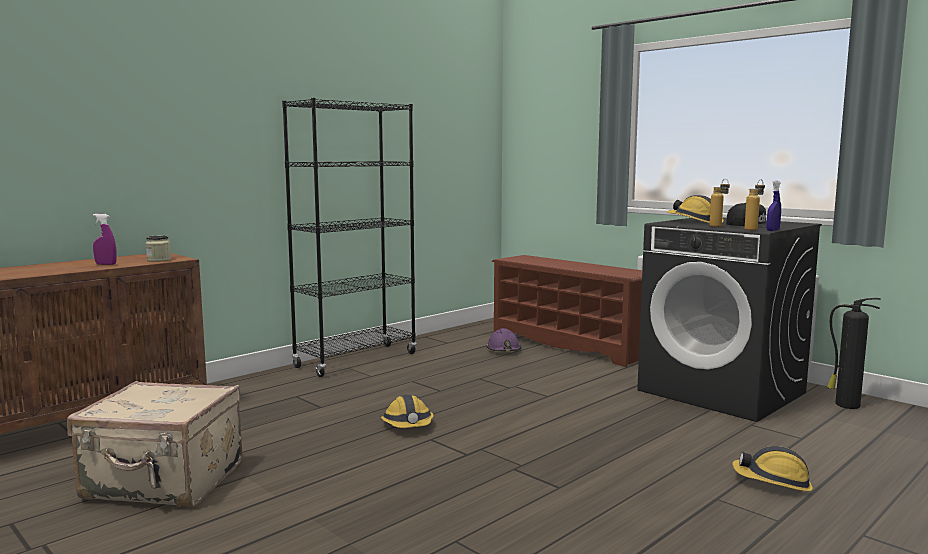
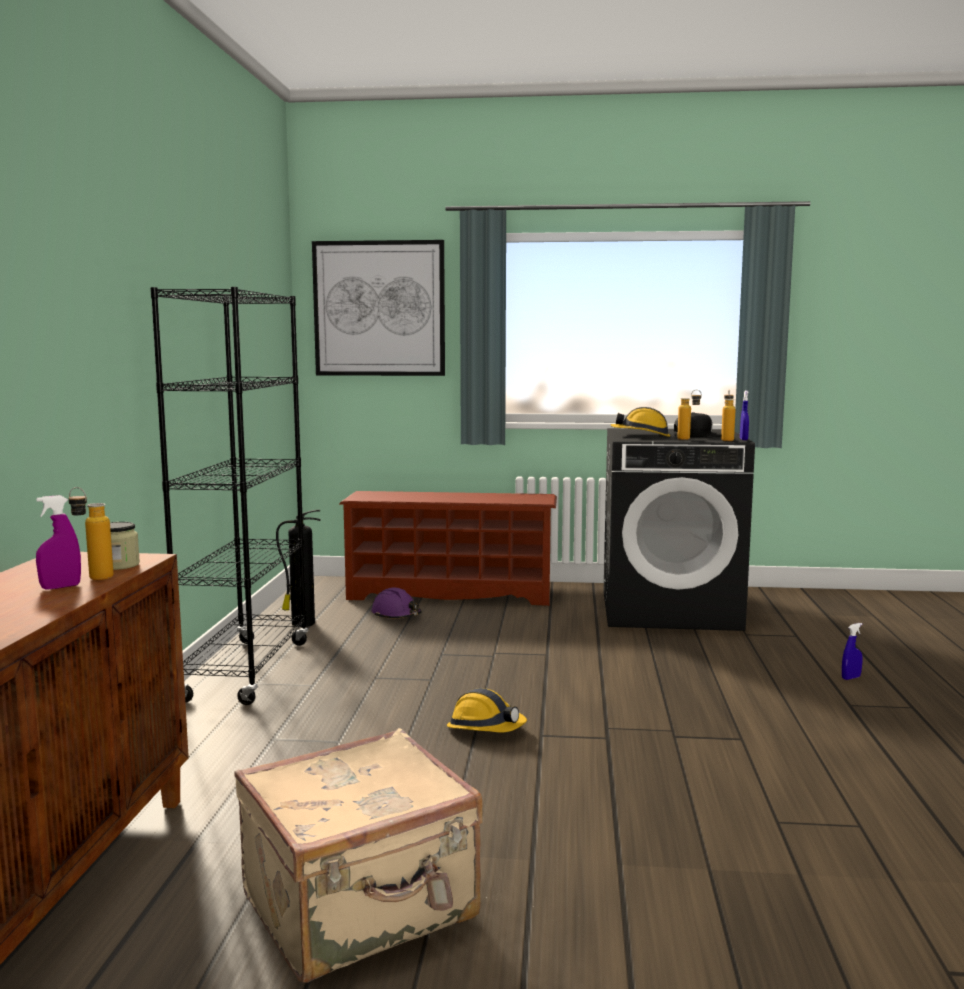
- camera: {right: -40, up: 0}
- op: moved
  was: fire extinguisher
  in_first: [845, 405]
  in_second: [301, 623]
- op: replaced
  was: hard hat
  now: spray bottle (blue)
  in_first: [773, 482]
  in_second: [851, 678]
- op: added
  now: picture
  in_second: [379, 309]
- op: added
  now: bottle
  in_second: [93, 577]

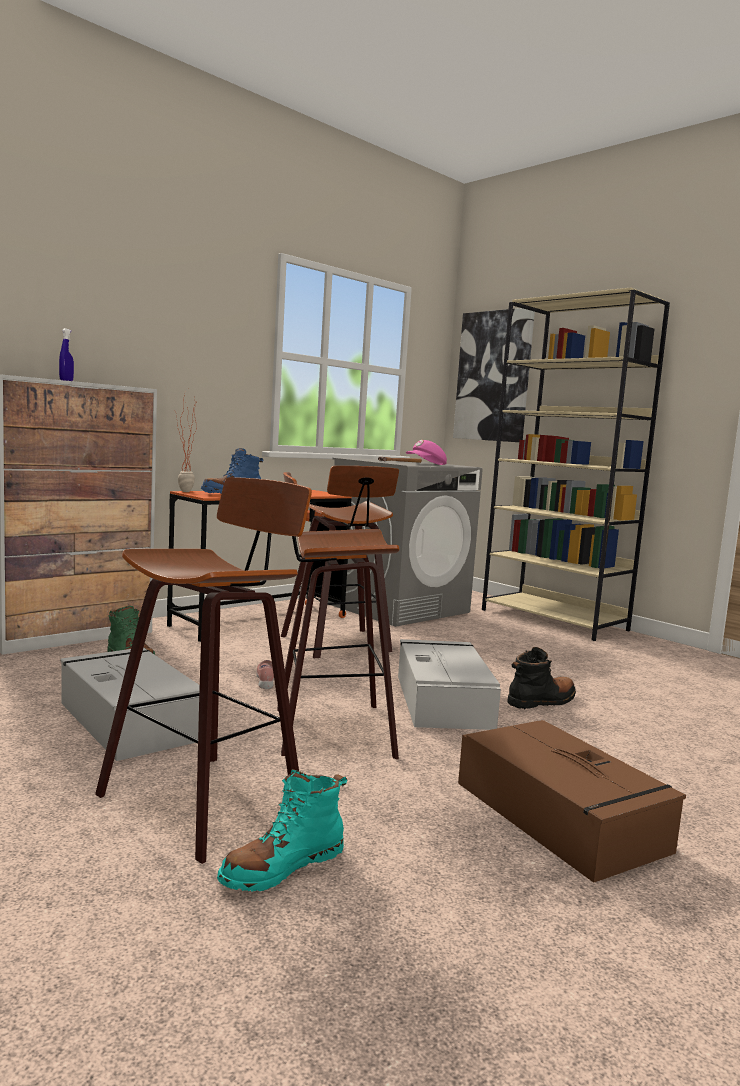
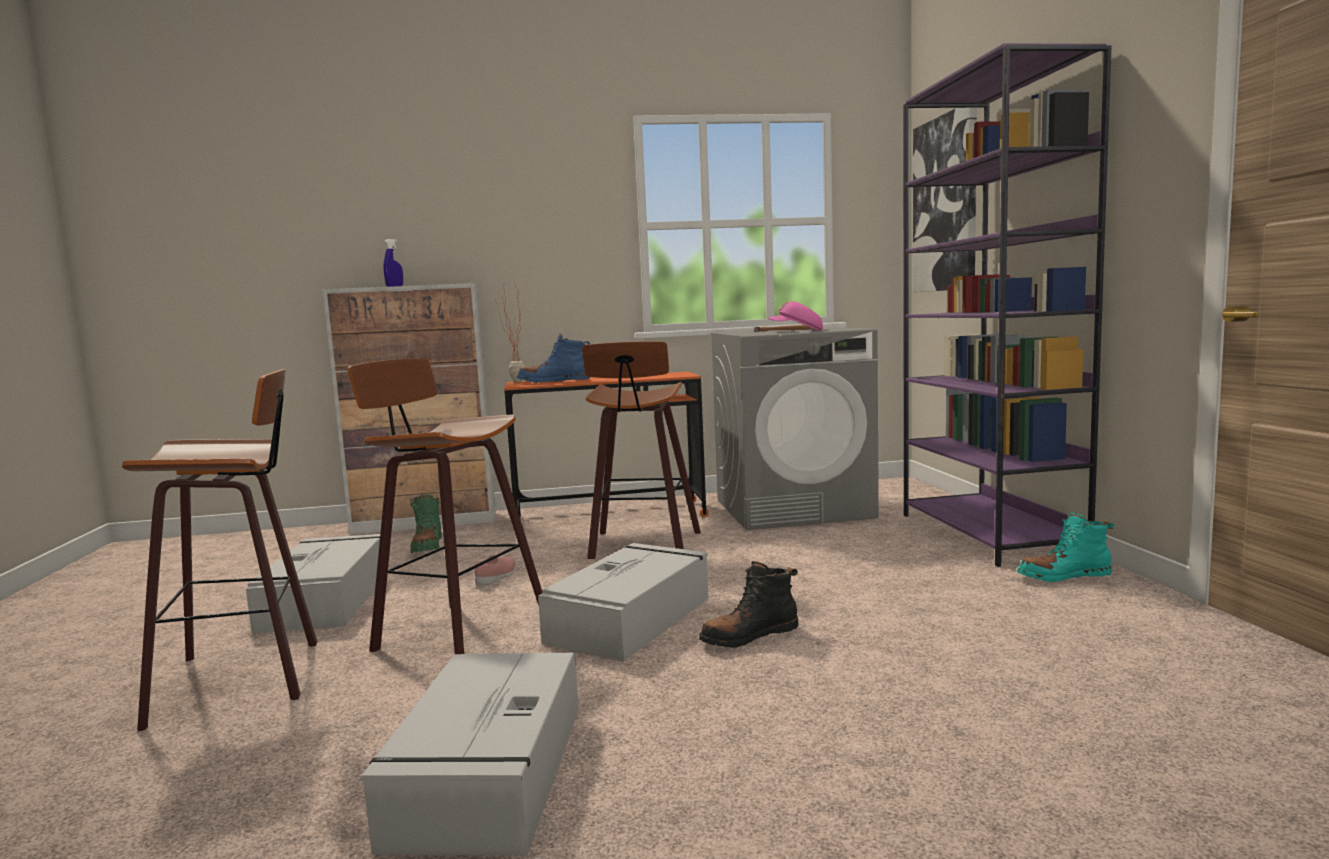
- camera: {right: 35, up: 0}
- op: recoloured
  was: bookcase (beige)
  now: bookcase (purple)
  in_first: [554, 620]
  in_second: [990, 534]
- op: turned
  was: boot (black)
  in_first: [542, 701]
  in_second: [749, 636]
  clockwise: 150
- op: recoloured
  was: storage box (brown)
  now: storage box (grey)
  in_first: [561, 817]
  in_second: [488, 774]
- op: moved
  was: boot (turquoise)
  in_first: [282, 867]
  in_second: [1063, 576]

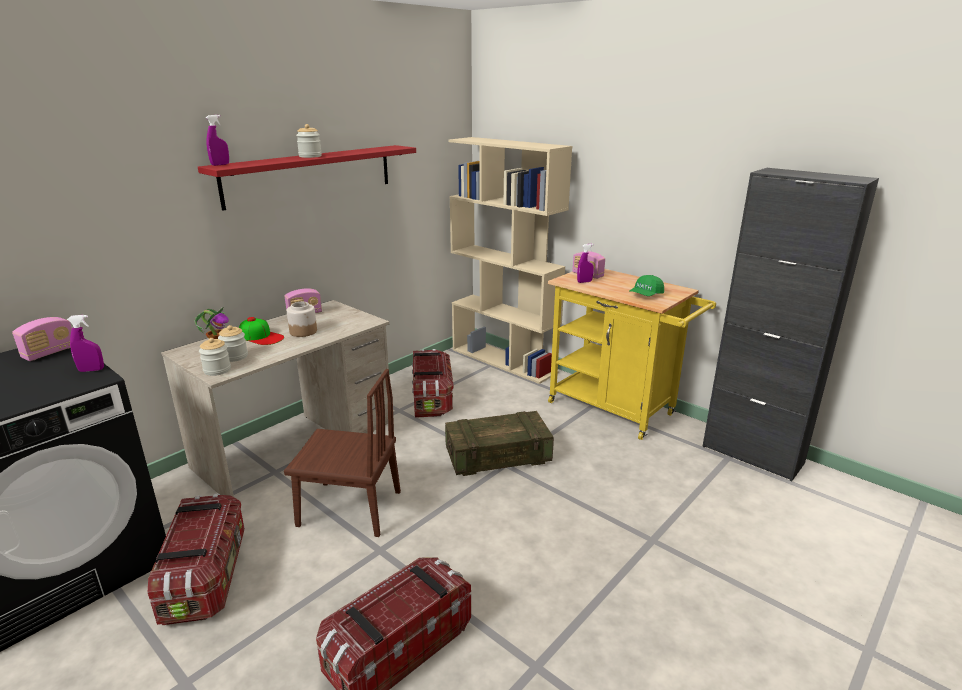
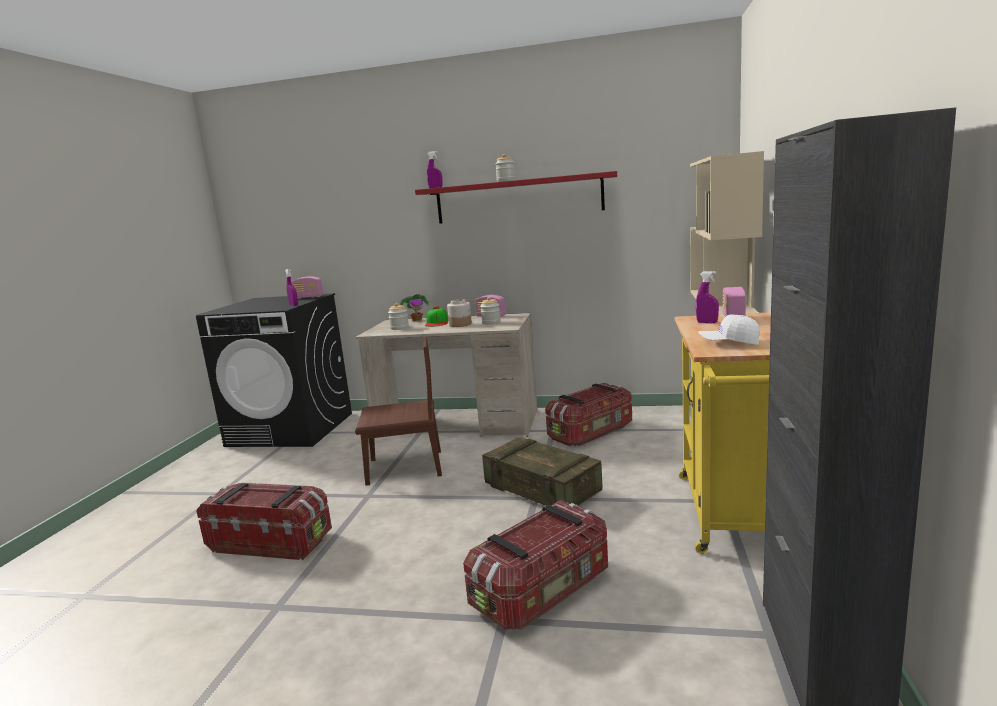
- camera: {right: 60, up: -10}
- op: recoloured
  was: cap (green)
  now: cap (white)
  in_first: [645, 295]
  in_second: [729, 343]
- op: moved
  was: jar
  in_first: [217, 370]
  in_second: [491, 322]
- op: turned
  was: chair (brown)
  in_first: [349, 508]
  in_second: [404, 467]
  clockwise: -75
- op: moved
  was: storage box
  in_first: [206, 576]
  in_second: [544, 591]

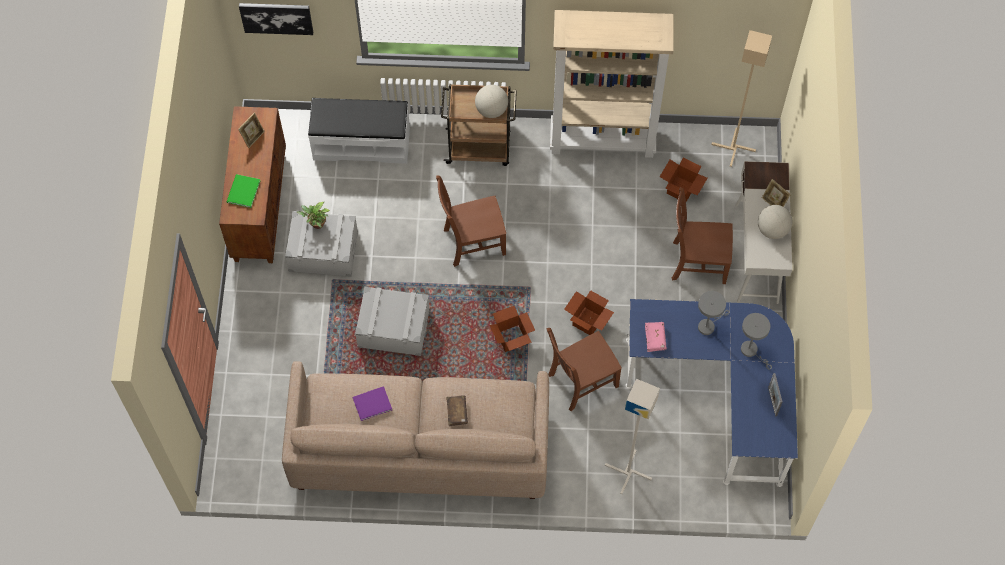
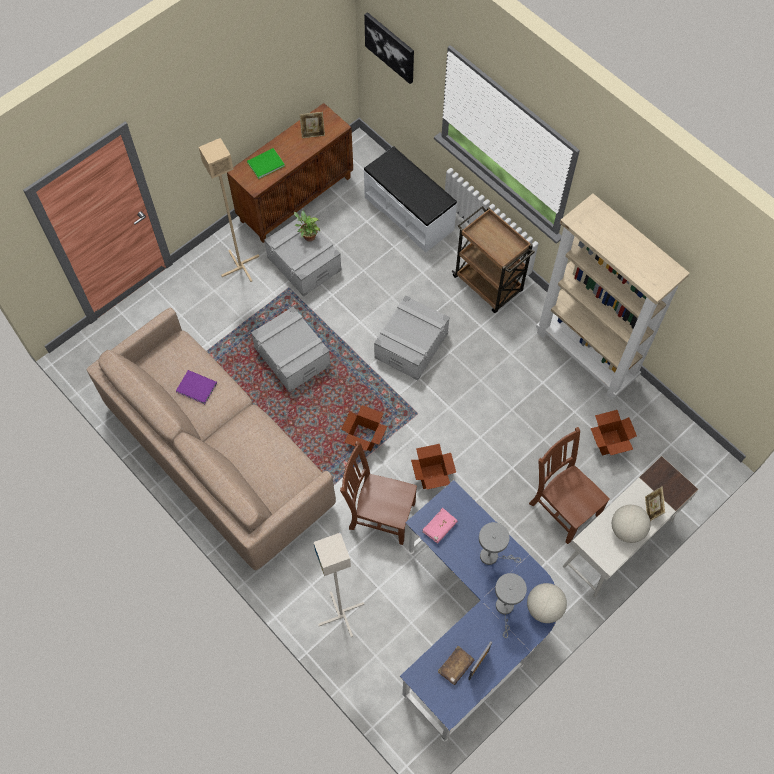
- camera: {right: 45, up: 0}
- op: moved
  was: floor lamp (beige)
  in_first: [733, 148]
  in_second: [240, 266]
- op: moved
  was: globe
  in_first: [491, 109]
  in_second: [544, 608]
- op: replaced
  was: chair (brown)
  now: storage box (grey)
  in_first: [472, 242]
  in_second: [411, 345]
- op: moved
  was: book (brown)
  in_first: [457, 412]
  in_second: [455, 666]

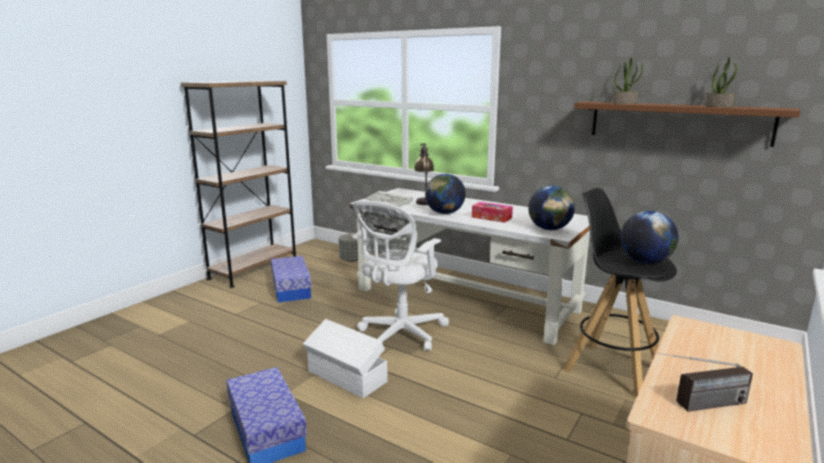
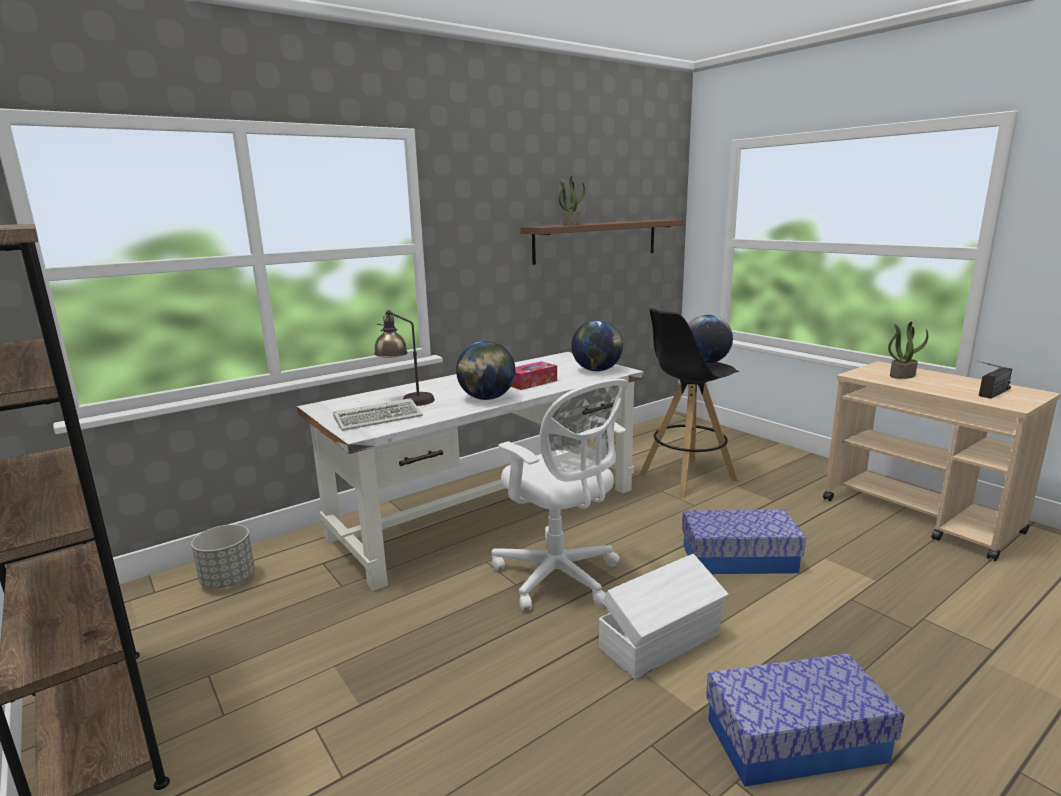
- camera: {right: -70, up: 0}
- op: moved
  was: potted plant
  in_first: [718, 106]
  in_second: [902, 375]
- op: moved
  was: storage box
  in_first: [291, 288]
  in_second: [738, 558]
- op: turned
  was: radio
  in_first: [696, 406]
  in_second: [990, 395]
  clockwise: 45

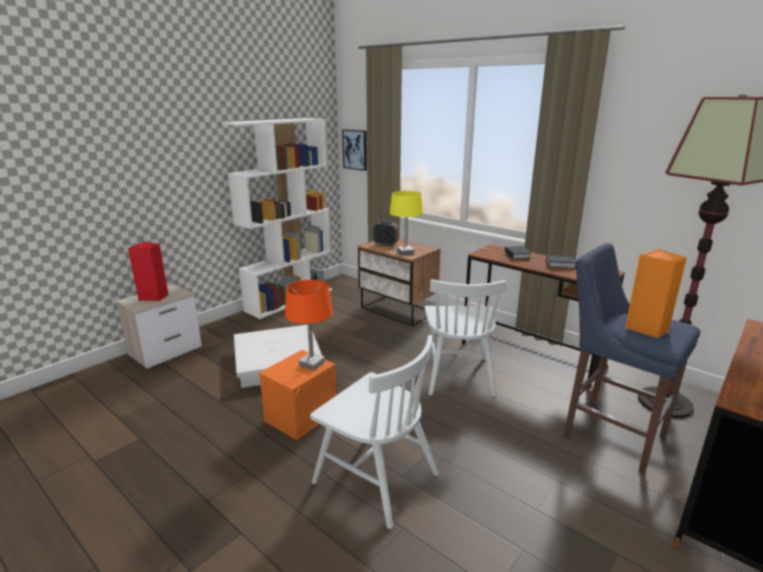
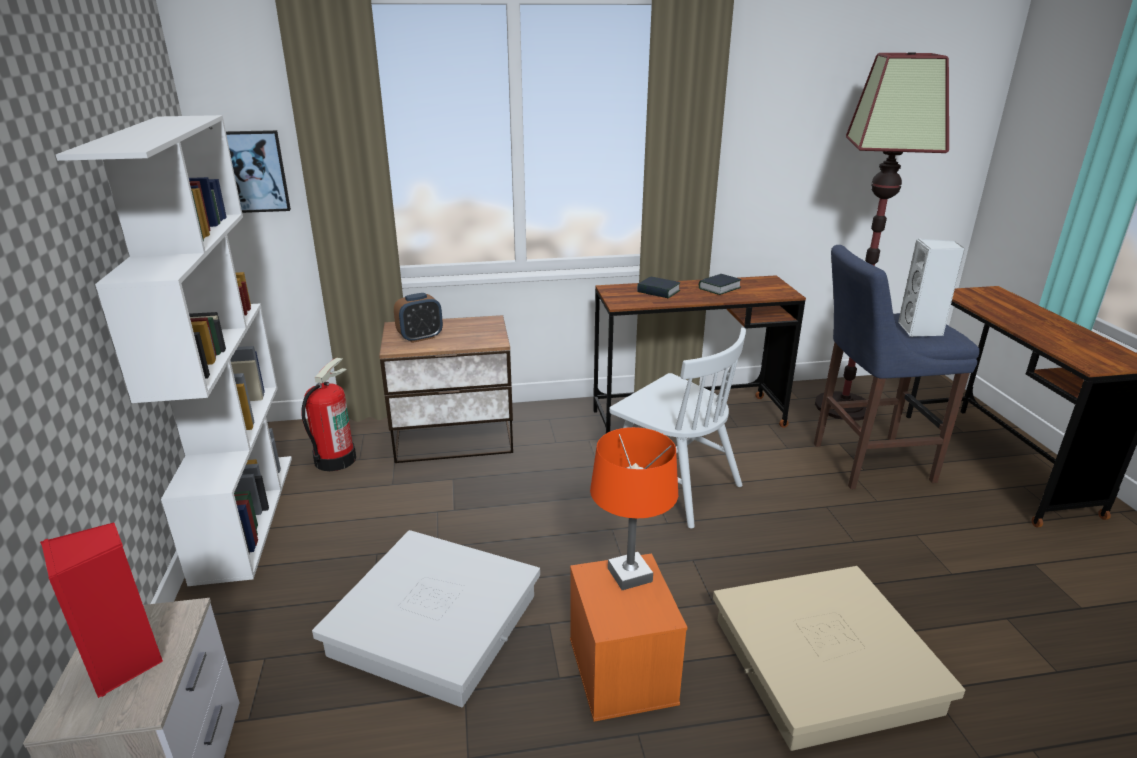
- camera: {right: -50, up: 5}
- op: removed
  was: table lamp (yellow)
  in_first: [405, 252]
- op: recoloured
  was: speaker (orange)
  now: speaker (white)
  in_first: [647, 329]
  in_second: [920, 330]
- op: replaced
  was: chair (white)
  now: storage box (beige)
  in_first: [375, 477]
  in_second: [824, 665]
- op: added
  now: fire extinguisher
  in_second: [335, 459]

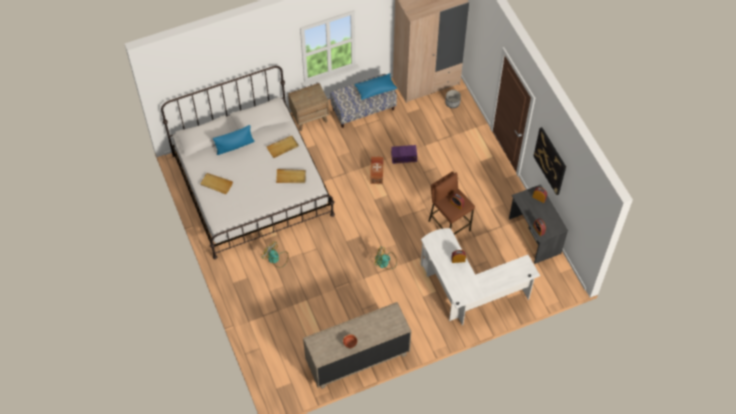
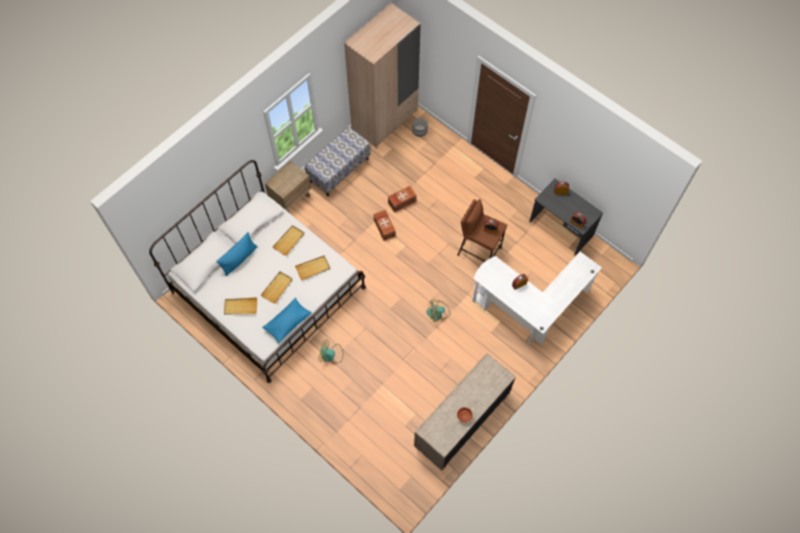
- camera: {right: -25, up: 5}
- op: moved
  was: pillow (blue)
  in_first: [375, 89]
  in_second: [287, 322]
- op: removed
  was: picture
  in_first: [550, 160]
- op: recoloured
  was: storage box (purple)
  now: storage box (brown)
  in_first: [403, 157]
  in_second: [401, 202]
- op: added
  now: tray (beige)
  in_second: [277, 288]

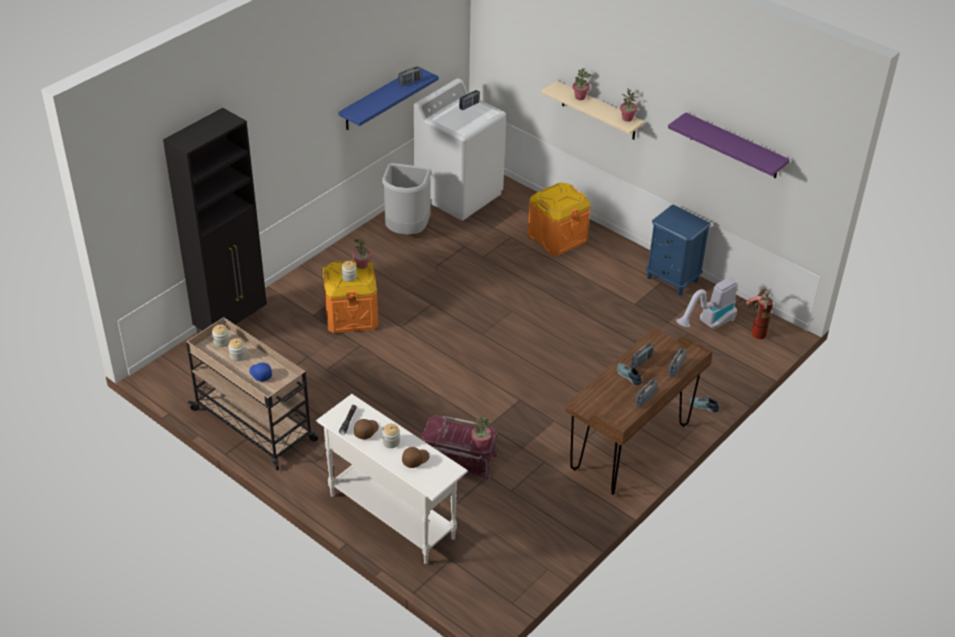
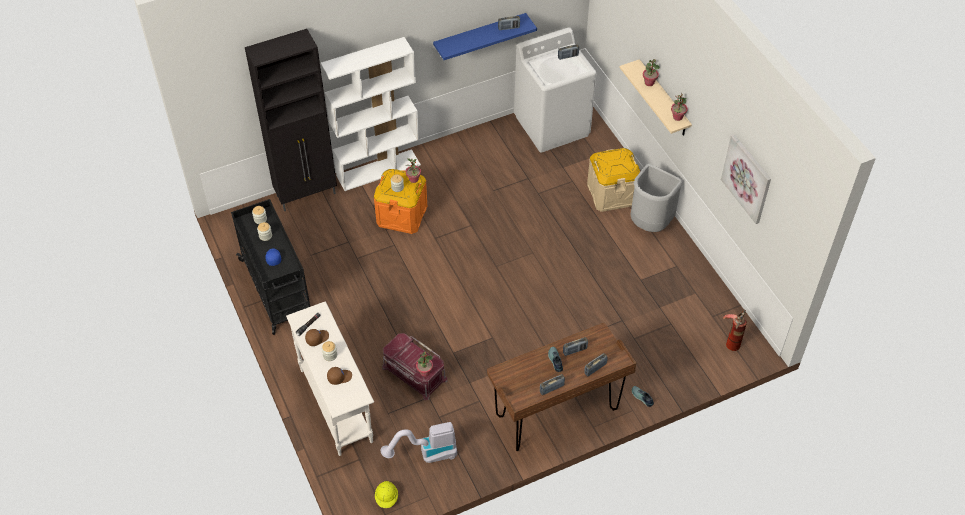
- camera: {right: 25, up: 10}
- op: replaced
  was: shelf (purple)
  now: picture
  in_first: [734, 146]
  in_second: [747, 178]
- op: moved
  was: trash can (grey)
  in_first: [407, 231]
  in_second: [649, 224]
- op: recoloured
  was: storage box (orange)
  now: storage box (beige)
  in_first: [557, 237]
  in_second: [611, 194]
- op: removed
  was: nightstand (blue)
  in_first: [672, 279]
- op: moved
  was: vacuum cleaner
  in_first: [707, 324]
  in_second: [426, 455]
- op: recoloured
  was: cart (beige)
  now: cart (black)
  in_first: [255, 426]
  in_second: [277, 290]
- op: added
  now: bookcase (white)
  in_second: [378, 170]
- op: added
  now: hard hat (yellow)
  in_second: [387, 498]

